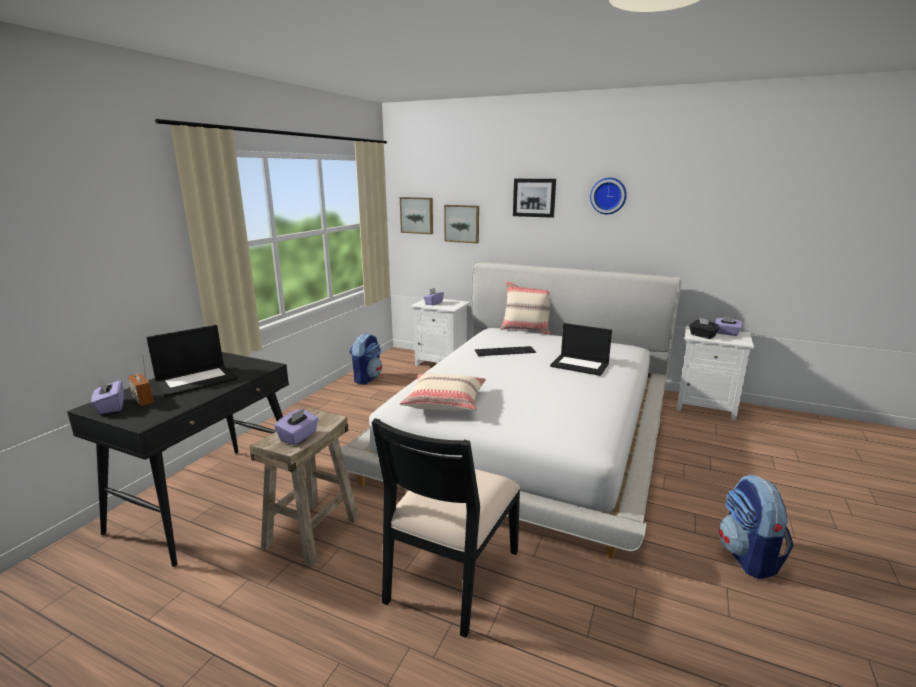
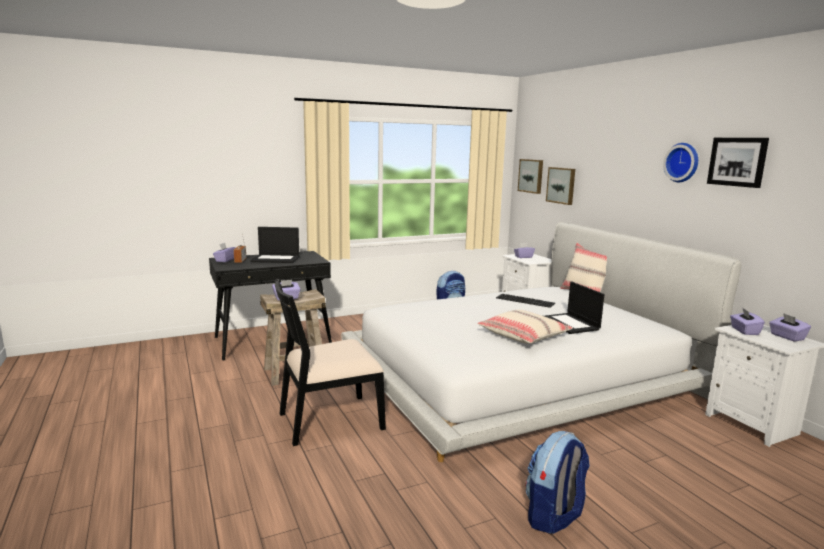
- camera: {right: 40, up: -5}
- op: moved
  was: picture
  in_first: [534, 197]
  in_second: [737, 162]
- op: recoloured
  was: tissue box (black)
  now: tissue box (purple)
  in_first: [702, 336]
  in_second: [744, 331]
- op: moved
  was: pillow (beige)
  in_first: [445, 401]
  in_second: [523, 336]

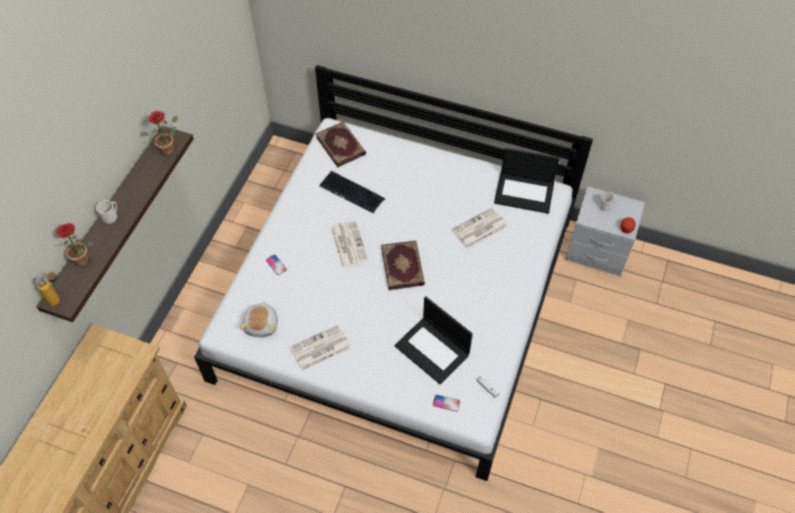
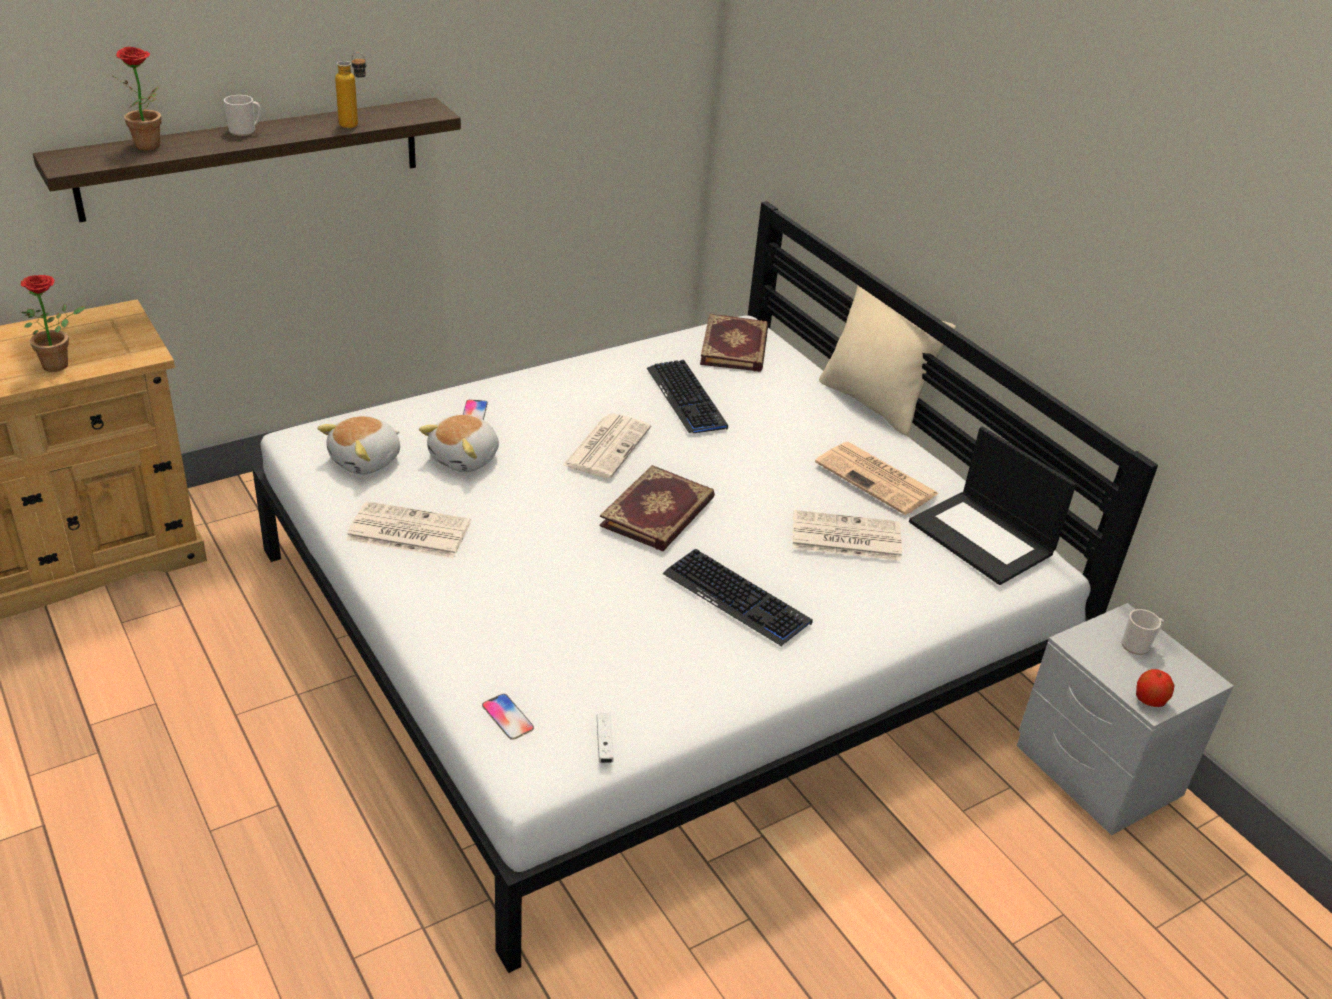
- camera: {right: 35, up: -20}
- op: moved
  was: potted plant
  in_first: [169, 149]
  in_second: [61, 364]
- op: moved
  was: bottle
  in_first: [59, 300]
  in_second: [355, 127]
- op: removed
  was: laptop
  in_first: [433, 350]
- op: added
  now: pillow (beige)
  in_second: [873, 403]
- op: added
  now: plush toy
  in_second: [465, 459]
- op: added
  now: newspaper
  in_second: [878, 479]
- op: added
  now: keyboard
  in_second: [737, 599]

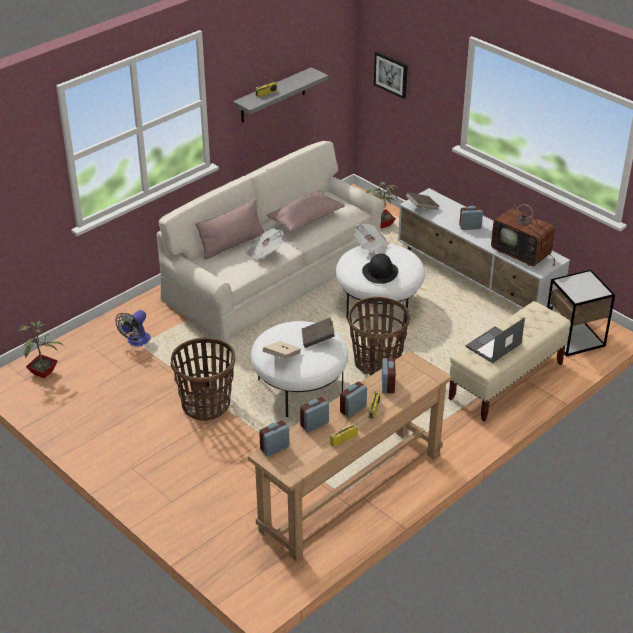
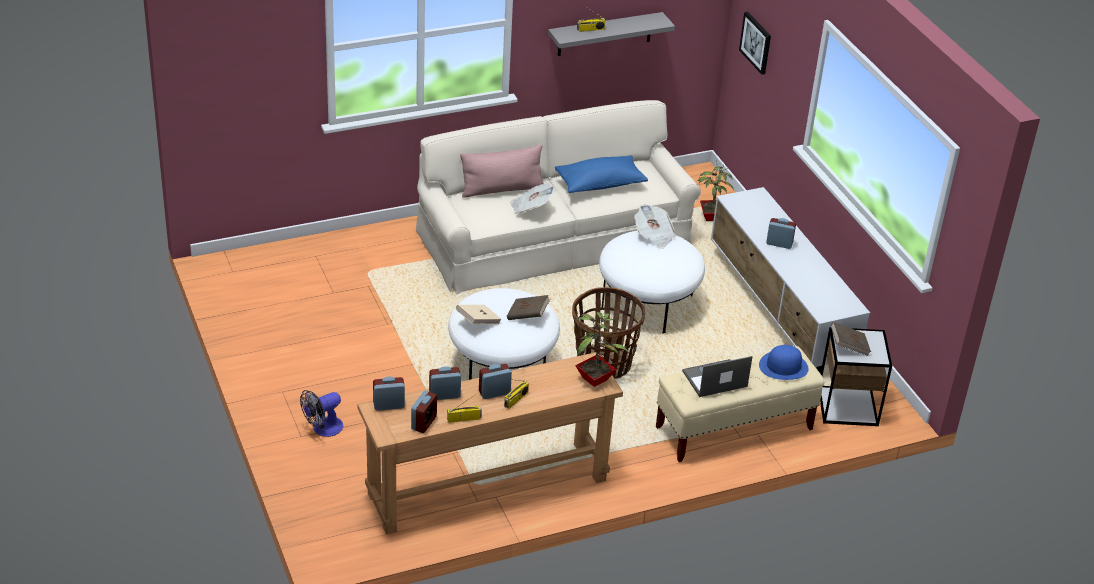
- camera: {right: 20, up: 0}
- op: recoloured
  was: pillow (pink)
  now: pillow (blue)
  in_first: [305, 219]
  in_second: [600, 184]
- op: moved
  was: book (brown)
  in_first: [422, 207]
  in_second: [849, 346]
- op: removed
  was: television
  in_first: [523, 253]
- op: removed
  was: hat (black)
  in_first: [380, 272]
- op: moved
  was: fan
  in_first: [136, 341]
  in_second: [323, 429]
- op: moved
  was: potted plant
  in_first: [44, 372]
  in_second: [596, 378]
- op: removed
  was: basket
  in_first: [206, 405]
- op: moved
  was: alarm clock
  in_first: [388, 385]
  in_second: [424, 423]
- op: added
  now: hat (blue)
  in_second: [783, 366]

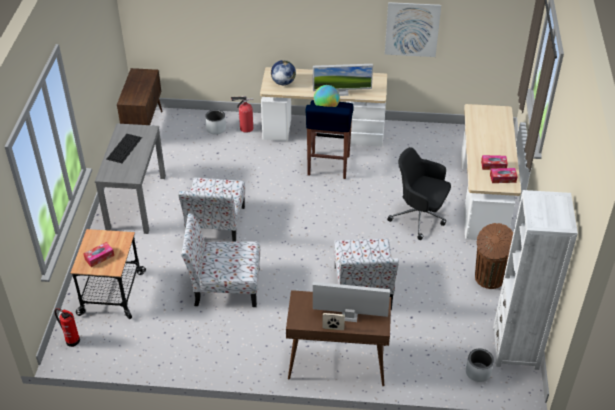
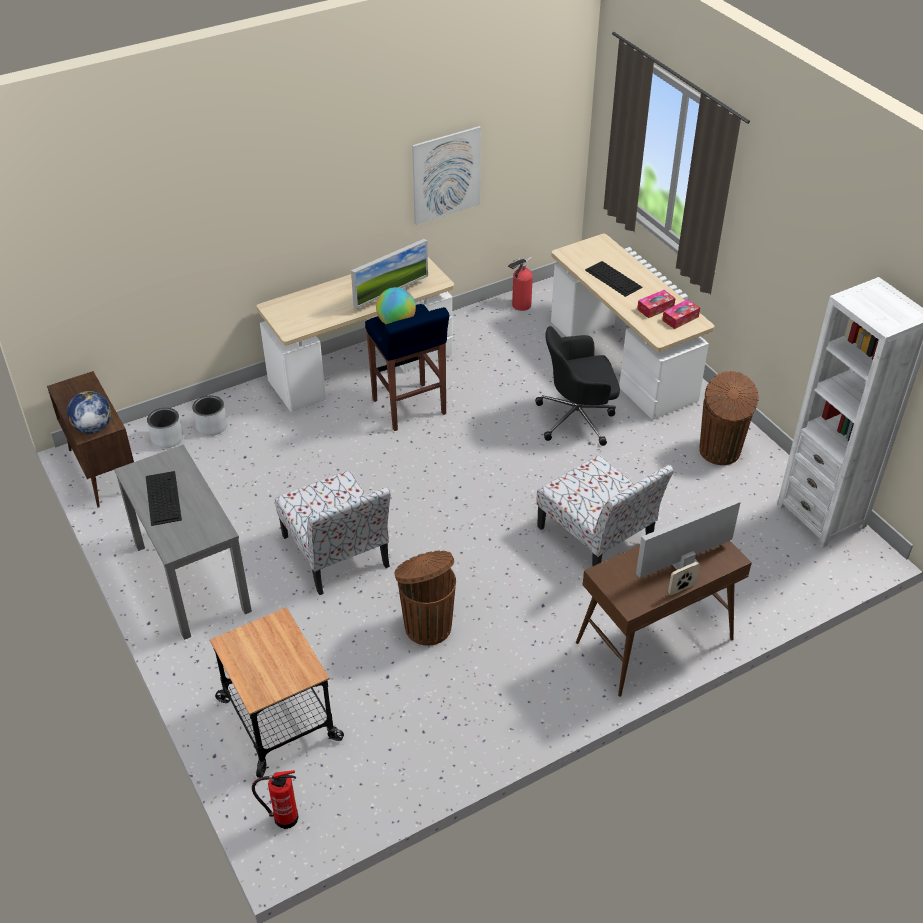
- camera: {right: -35, up: 0}
- op: moved
  was: globe
  in_first: [283, 82]
  in_second: [93, 428]
- op: moved
  was: fire extinguisher
  in_first: [245, 128]
  in_second: [520, 306]
- op: replaced
  was: chair
  now: trash can (brown)
  in_first: [225, 287]
  in_second: [427, 625]
- op: removed
  was: tissue box
  in_first: [99, 257]
- op: moved
  was: planter (grey)
  in_first: [478, 372]
  in_second: [167, 438]
- op: added
  now: keyboard
  in_second: [614, 279]

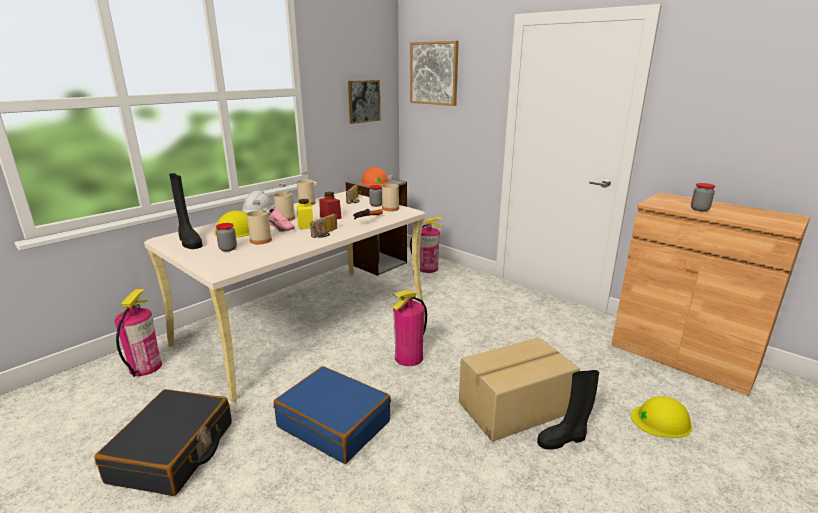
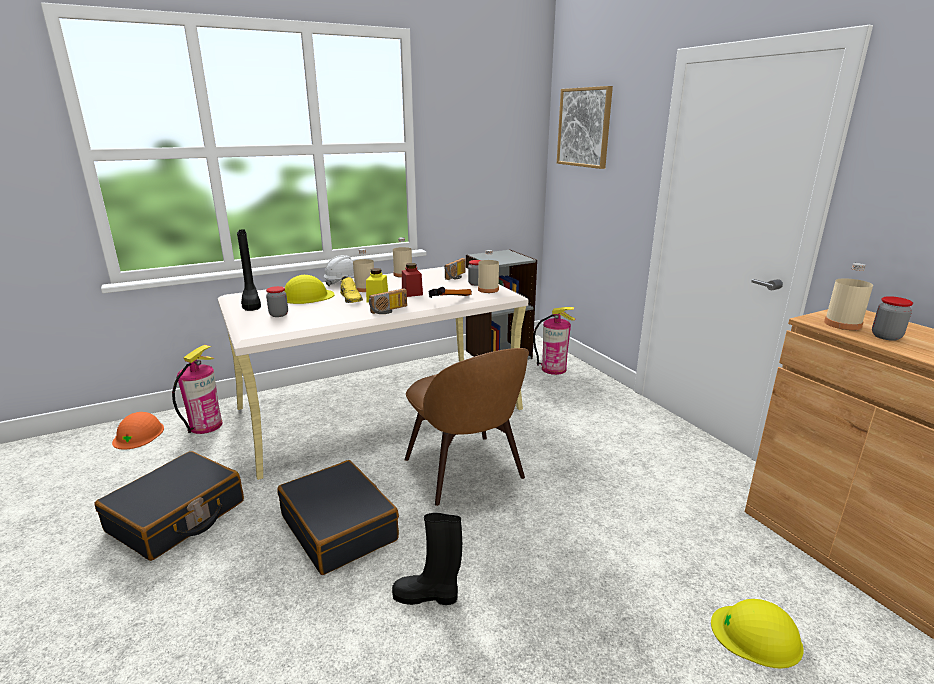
- camera: {right: 20, up: 0}
- op: removed
  was: picture
  in_first: [364, 101]
- op: moved
  was: hard hat (orange)
  in_first: [375, 182]
  in_second: [139, 434]
- op: moved
  was: bottle (beige)
  in_first: [261, 240]
  in_second: [842, 324]
- op: recoloured
  was: shoe (pink)
  now: shoe (yellow)
  in_first: [281, 227]
  in_second: [351, 298]
- op: replaced
  was: fire extinguisher
  now: chair (brown)
  in_first: [409, 357]
  in_second: [465, 471]
- op: removed
  was: cardboard box
  in_first: [516, 408]
- op: recoloured
  was: suitcase (blue)
  now: suitcase (black)
  in_first: [334, 424]
  in_second: [339, 527]
- op: moved
  was: boot (black)
  in_first: [563, 439]
  in_second: [427, 596]

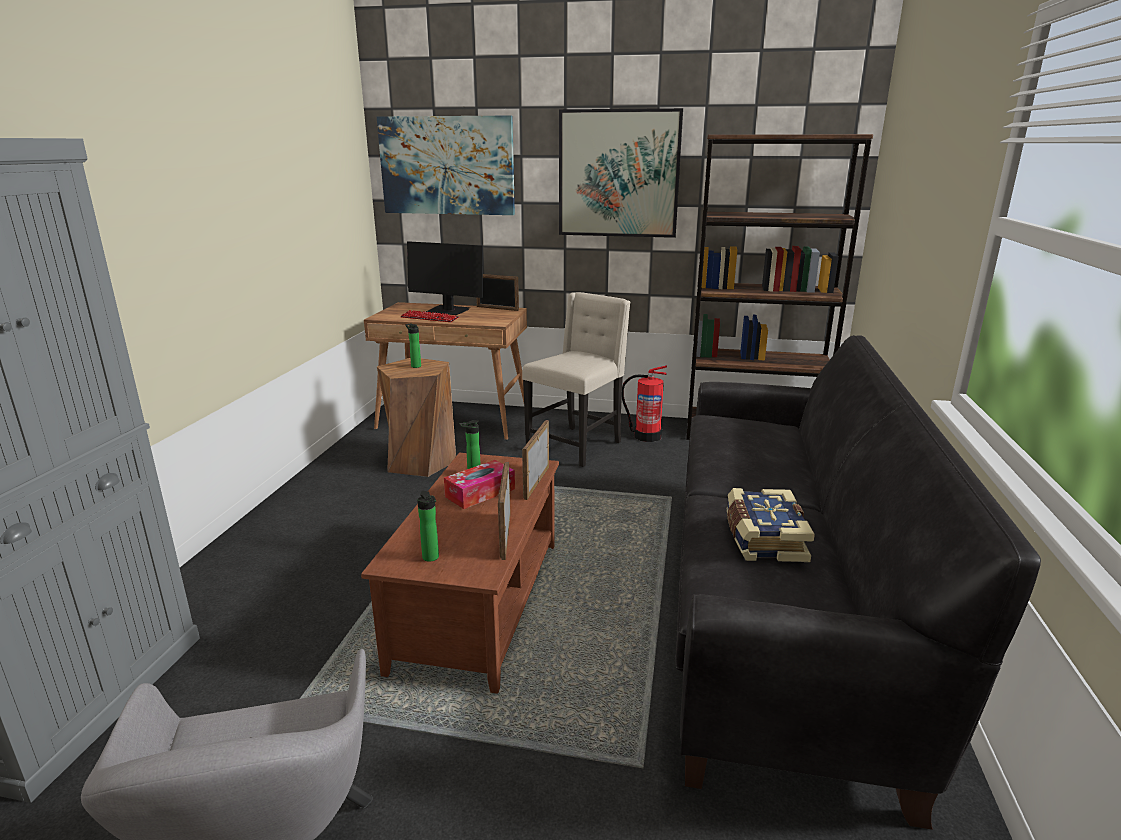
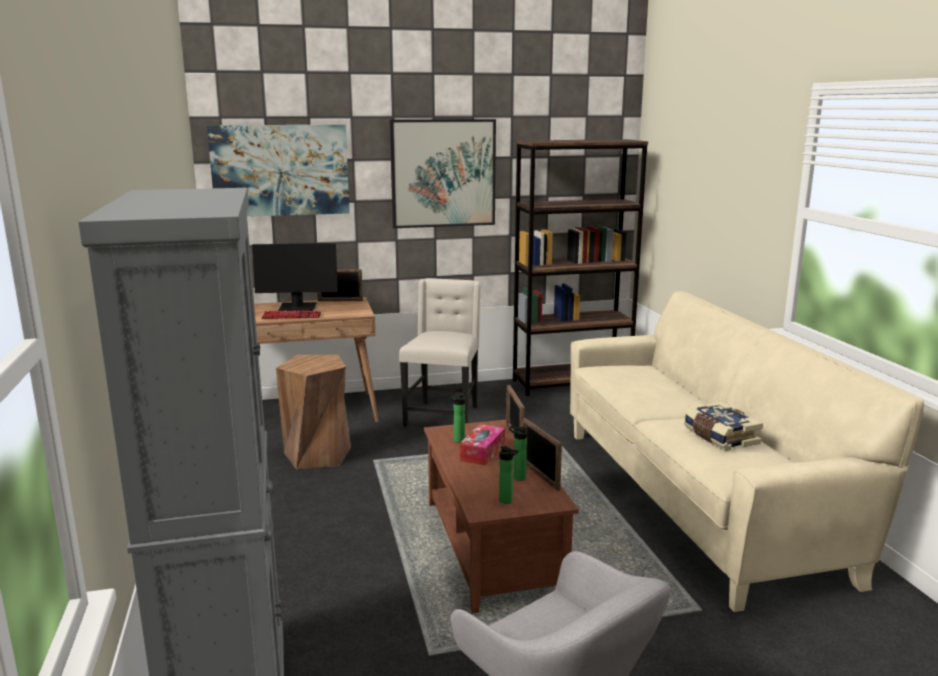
- camera: {right: -25, up: -5}
- op: moved
  was: bottle
  in_first: [415, 366]
  in_second: [517, 477]
- op: recoloured
  was: sofa (black)
  now: sofa (beige)
  in_first: [776, 609]
  in_second: [694, 498]
- op: removed
  was: fire extinguisher
  in_first: [646, 436]

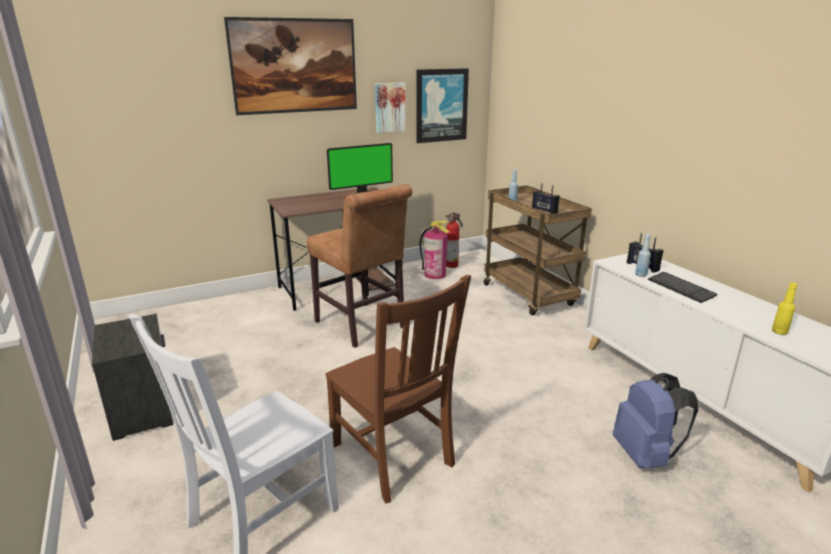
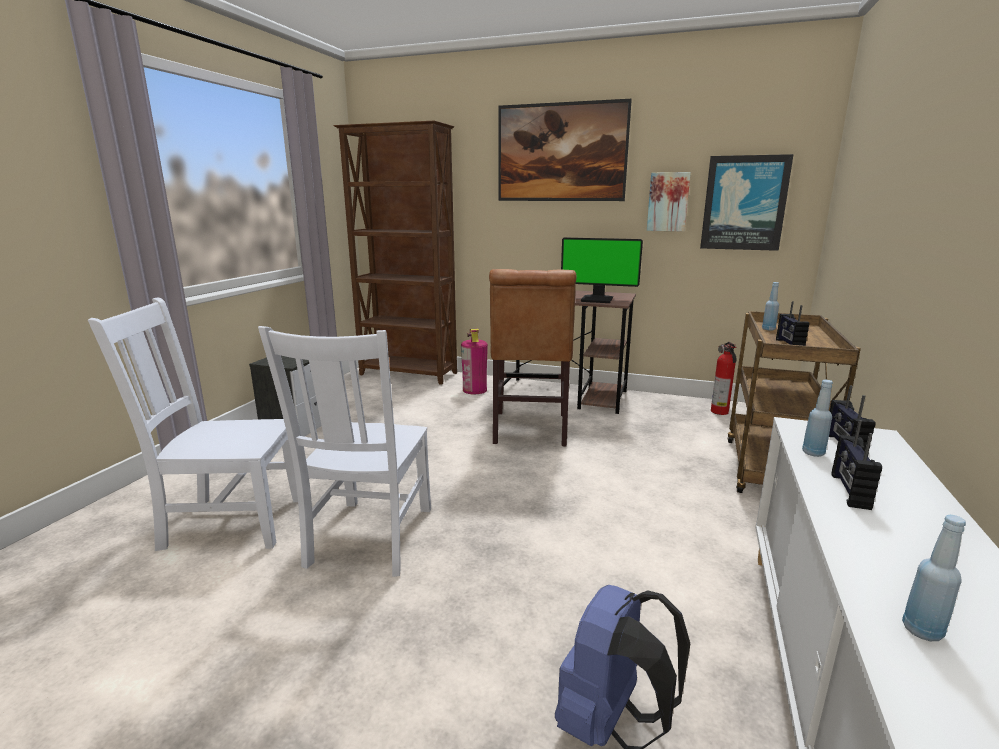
- camera: {right: 45, up: -5}
- op: moved
  was: fire extinguisher
  in_first: [435, 274]
  in_second: [475, 390]
- op: replaced
  was: keyboard
  now: radio
  in_first: [680, 288]
  in_second: [849, 491]
- op: recoloured
  was: chair (brown)
  now: chair (white)
  in_first: [393, 457]
  in_second: [369, 538]
- op: recoloured
  was: bottle (yellow)
  now: bottle (blue)
  in_first: [779, 332]
  in_second: [922, 631]
- op: added
  now: bookcase (brown)
  in_second: [408, 374]

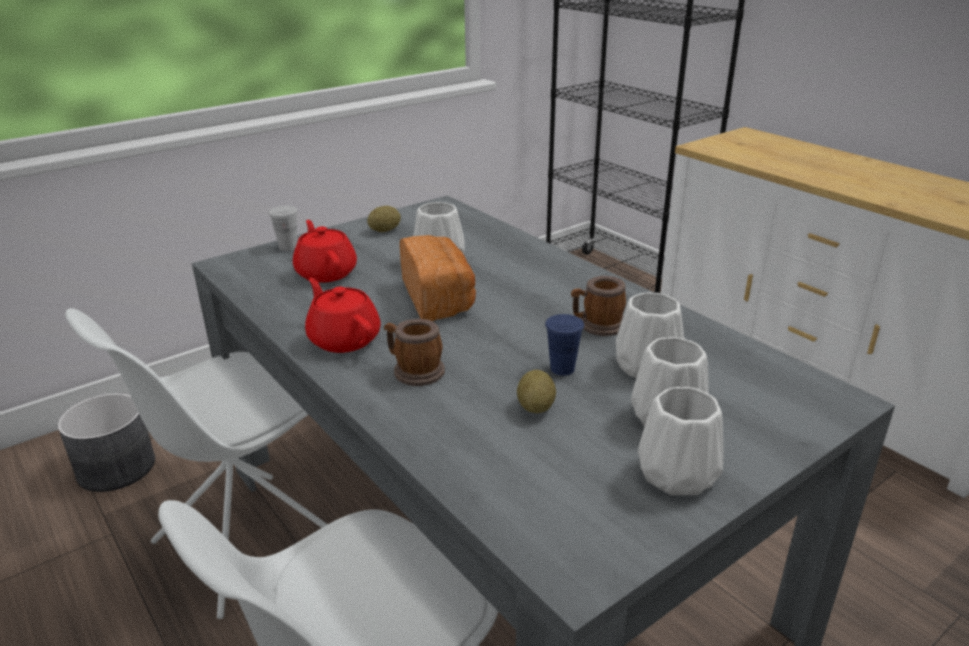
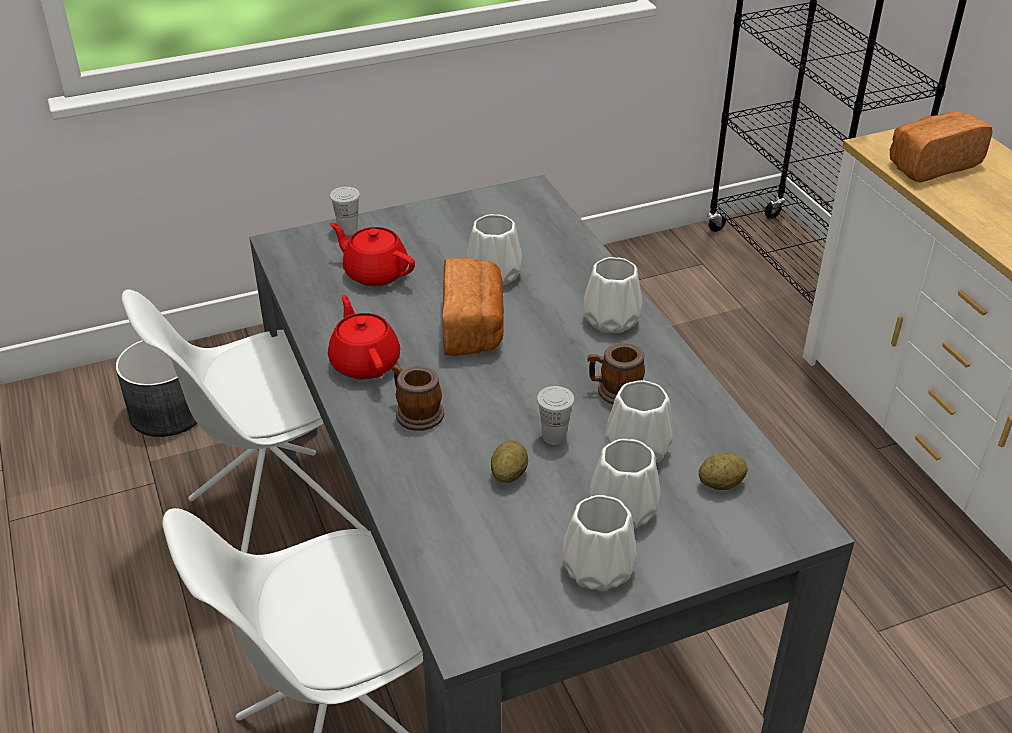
- camera: {right: 15, up: 10}
- op: moved
  was: potato
  in_first: [385, 230]
  in_second: [721, 484]
- op: turned
  was: teapot (red)
  in_first: [326, 272]
  in_second: [375, 272]
  clockwise: -45
- op: recoloured
  was: cup (blue)
  now: cup (white)
  in_first: [562, 369]
  in_second: [554, 436]
- op: added
  now: bread
  in_second: [931, 164]
- op: added
  now: vase (white)
  in_second: [611, 319]

